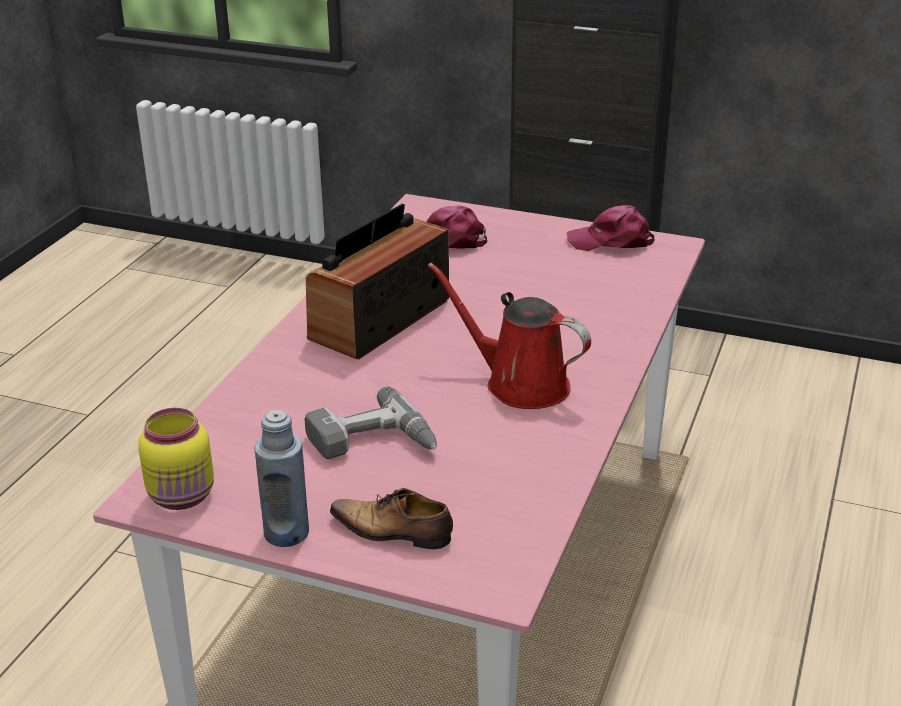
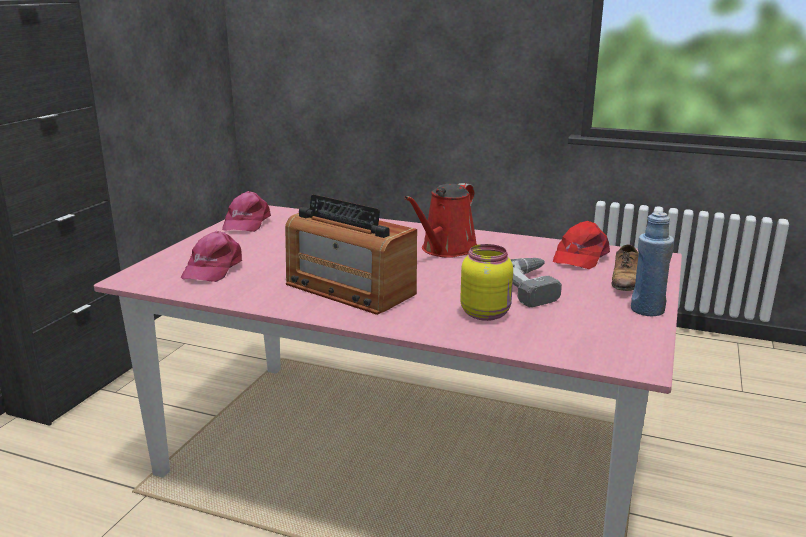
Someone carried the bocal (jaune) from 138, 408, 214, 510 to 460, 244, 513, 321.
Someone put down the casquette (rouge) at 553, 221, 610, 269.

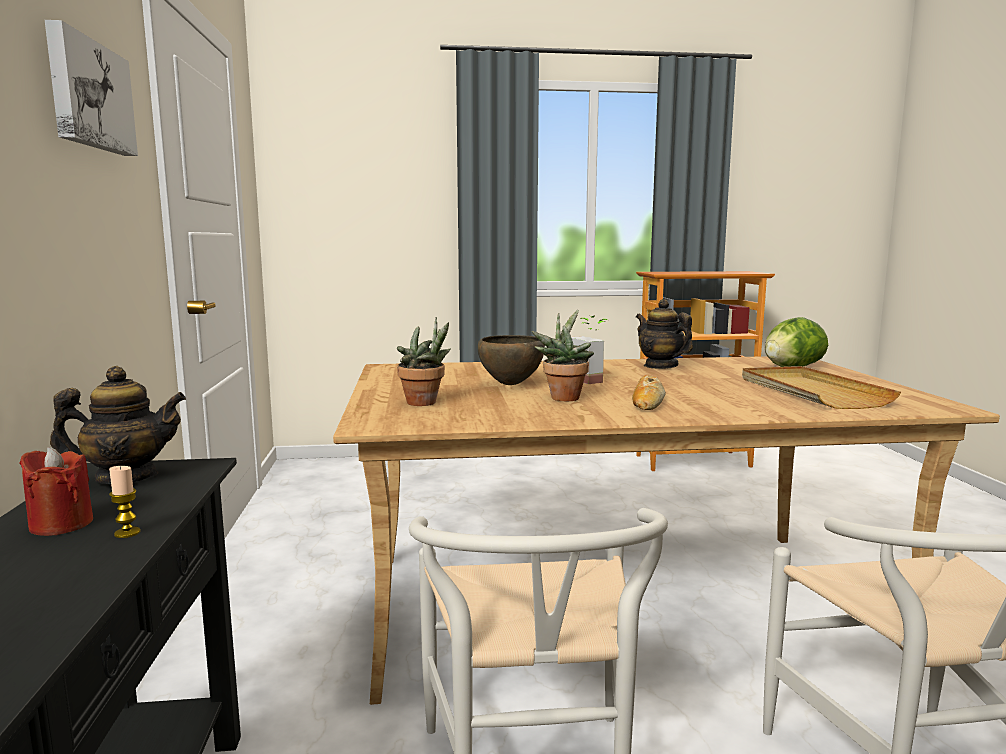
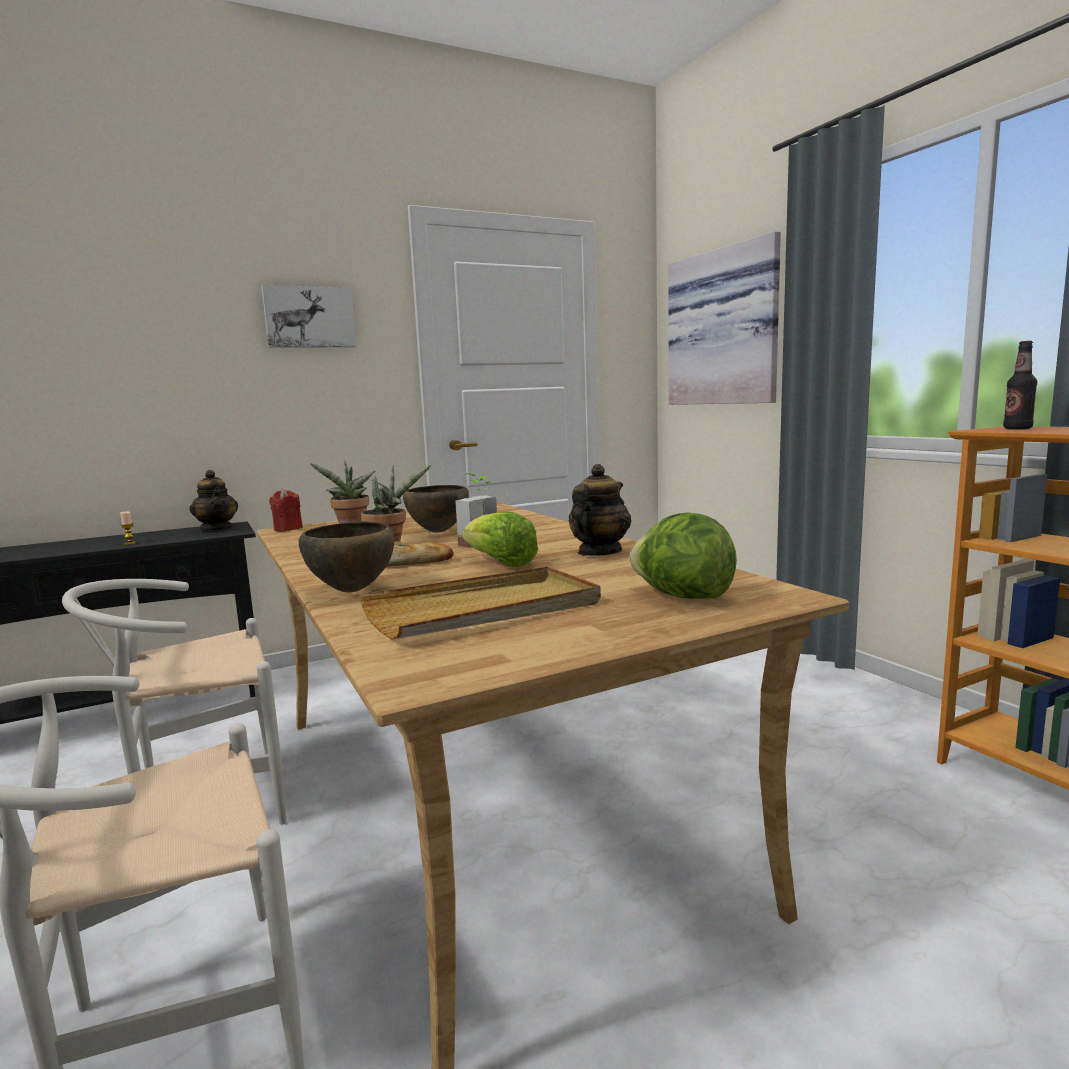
Someone carried the bougie (rouge) from 19, 447, 93, 536 to 269, 489, 303, 531.
Someone put down the bol (marron) at 299, 522, 395, 593.
Someone put down the laitue at 462, 512, 538, 567.
Someone put up the tableau at 668, 231, 781, 405.
Someone put down the bouteille at 1003, 341, 1037, 429.

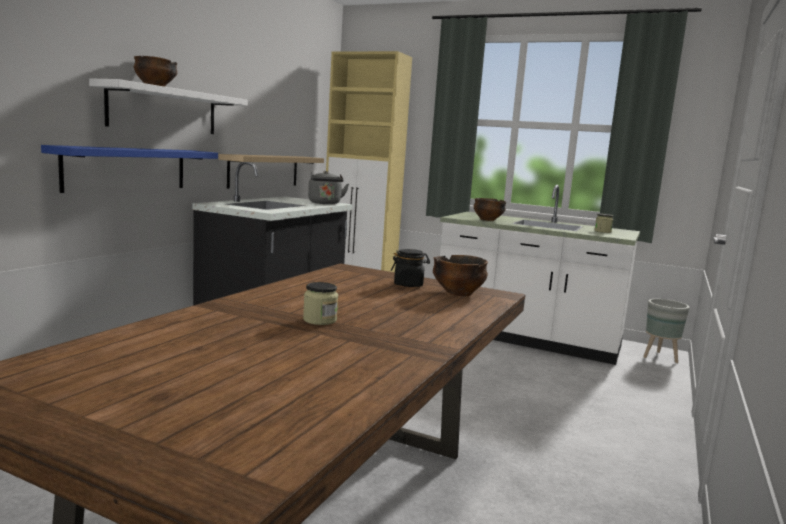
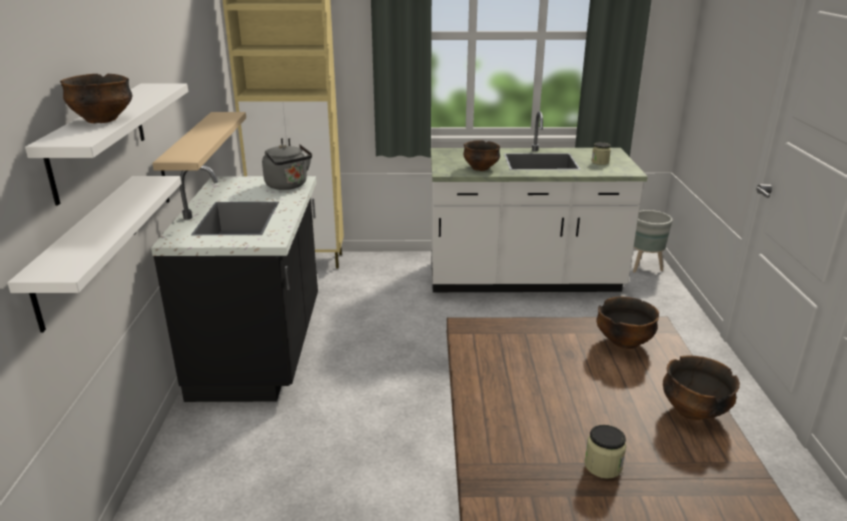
Someone repainted the étagère (bleu) at 41, 145, 218, 193, which became the étagère (blanc) at 7, 176, 181, 333.
Someone took away the bocal (noir) at 391, 249, 430, 287.
Someone put down the bol at 663, 356, 740, 420.

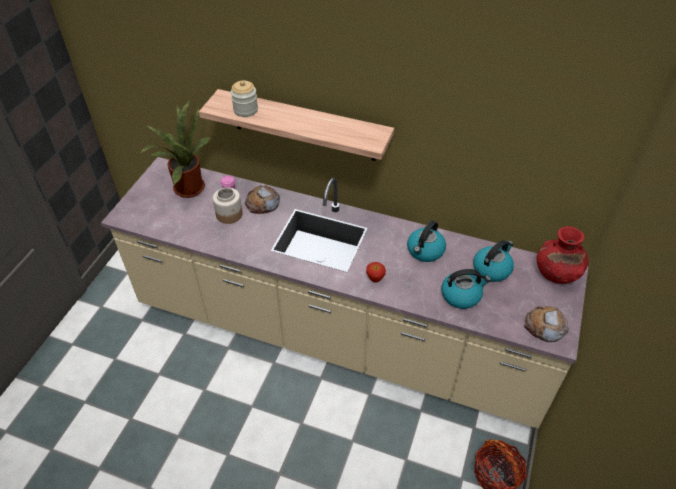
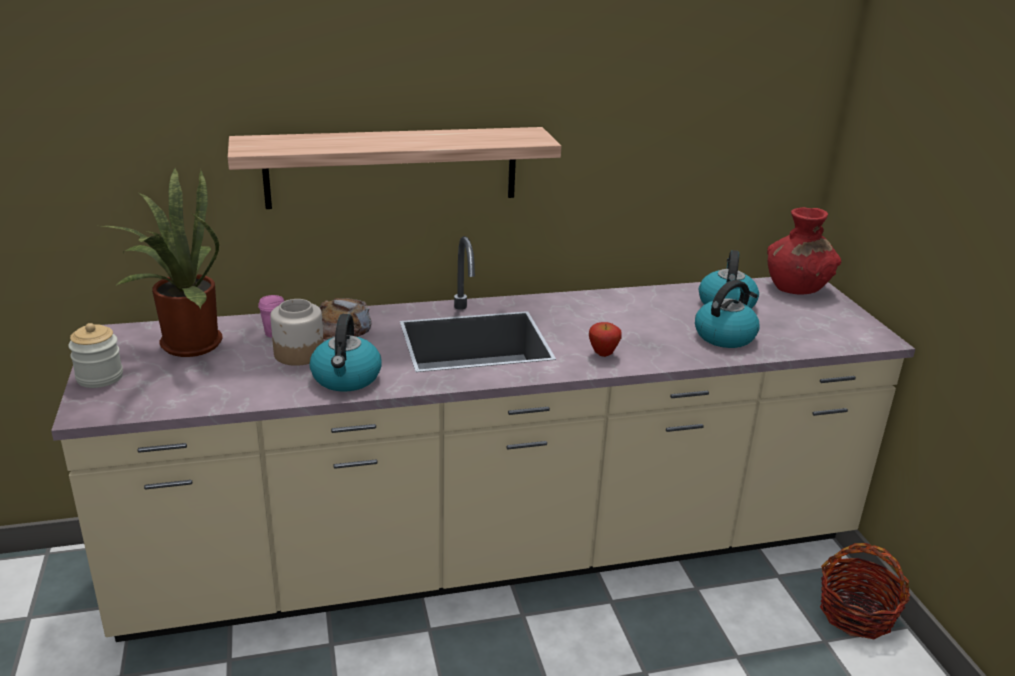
Someone carried the bocal from 231, 81, 258, 117 to 68, 323, 123, 388.
Someone carried the bouilloire from 407, 221, 446, 262 to 310, 314, 382, 392.
Someone took away the pain at 524, 306, 569, 342.

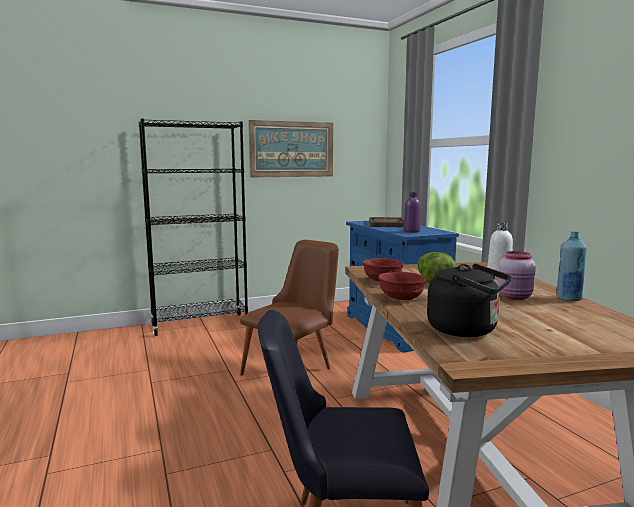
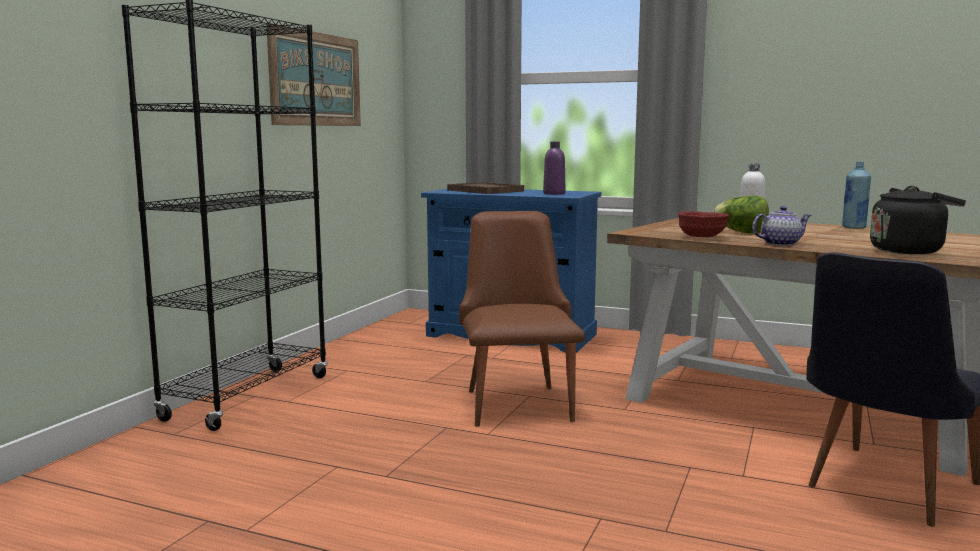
Someone swapped the bol (rouge) at 378, 272, 426, 300 for the théière at 752, 206, 811, 246.
Someone took away the bocal (rose) at 498, 251, 536, 300.

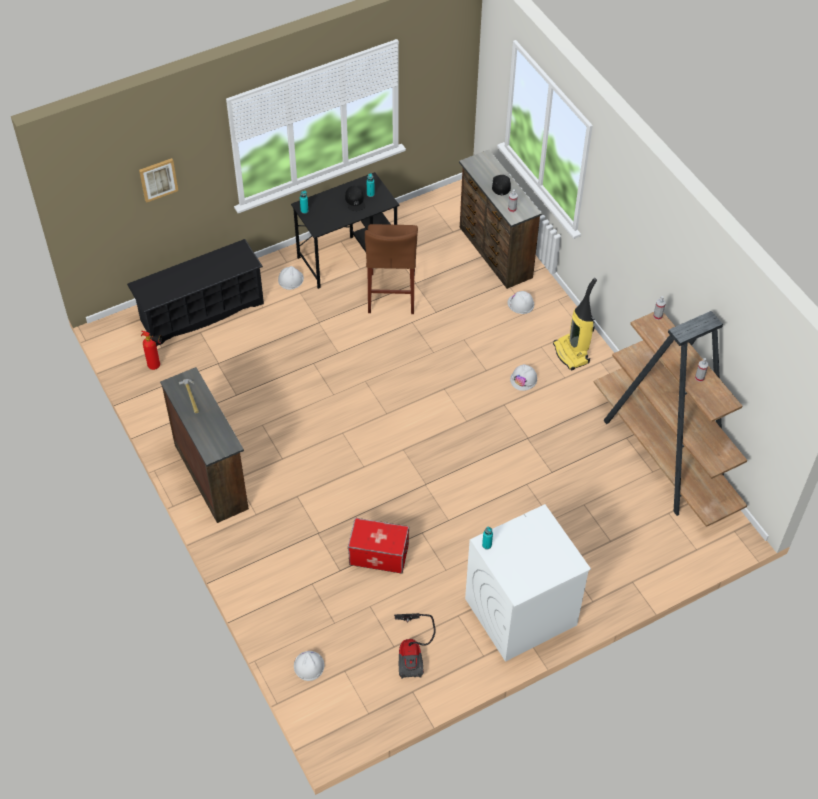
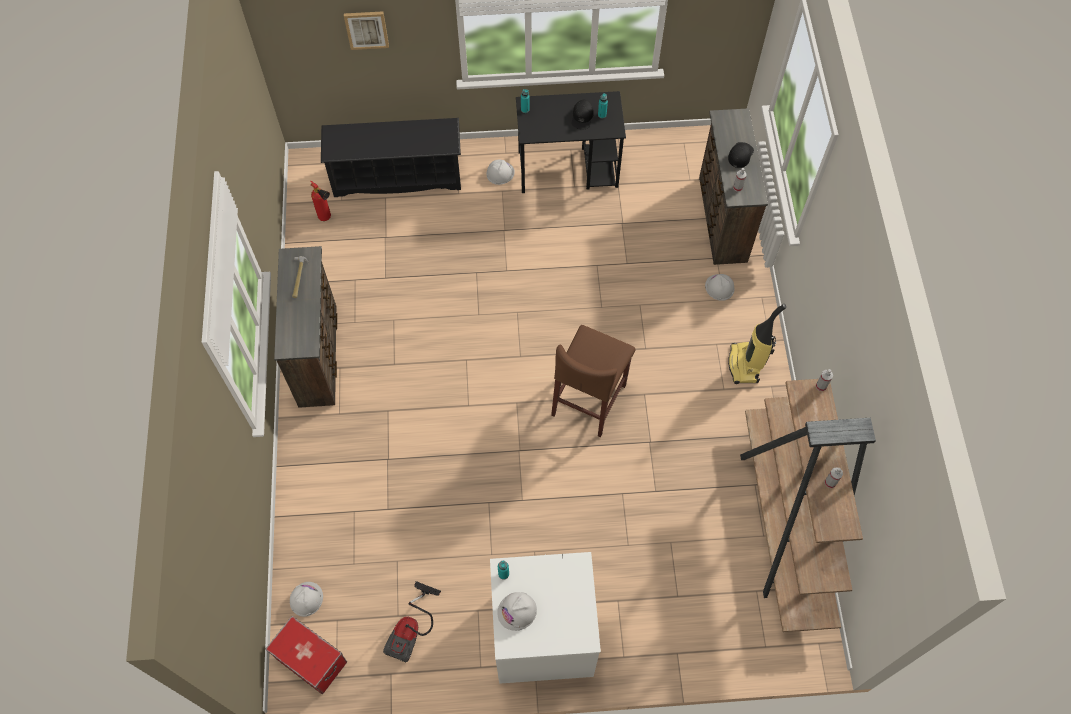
Someone carried the boîte de rangement from 348, 518, 409, 574 to 266, 616, 347, 694.
Someone carried the tabouret (marron) from 365, 224, 418, 314 to 551, 325, 635, 437.
Someone carried the casque de chantier (blanc) from 510, 364, 537, 391 to 497, 592, 537, 631.

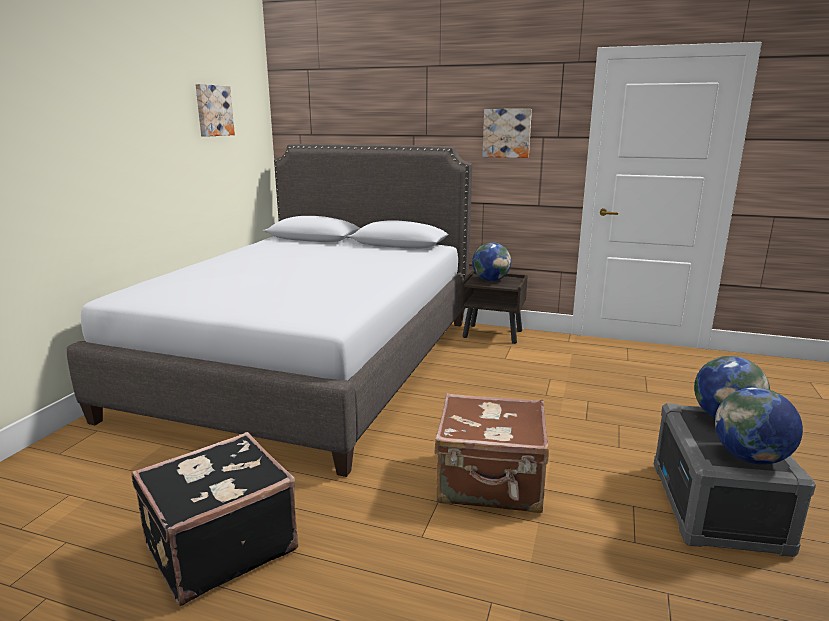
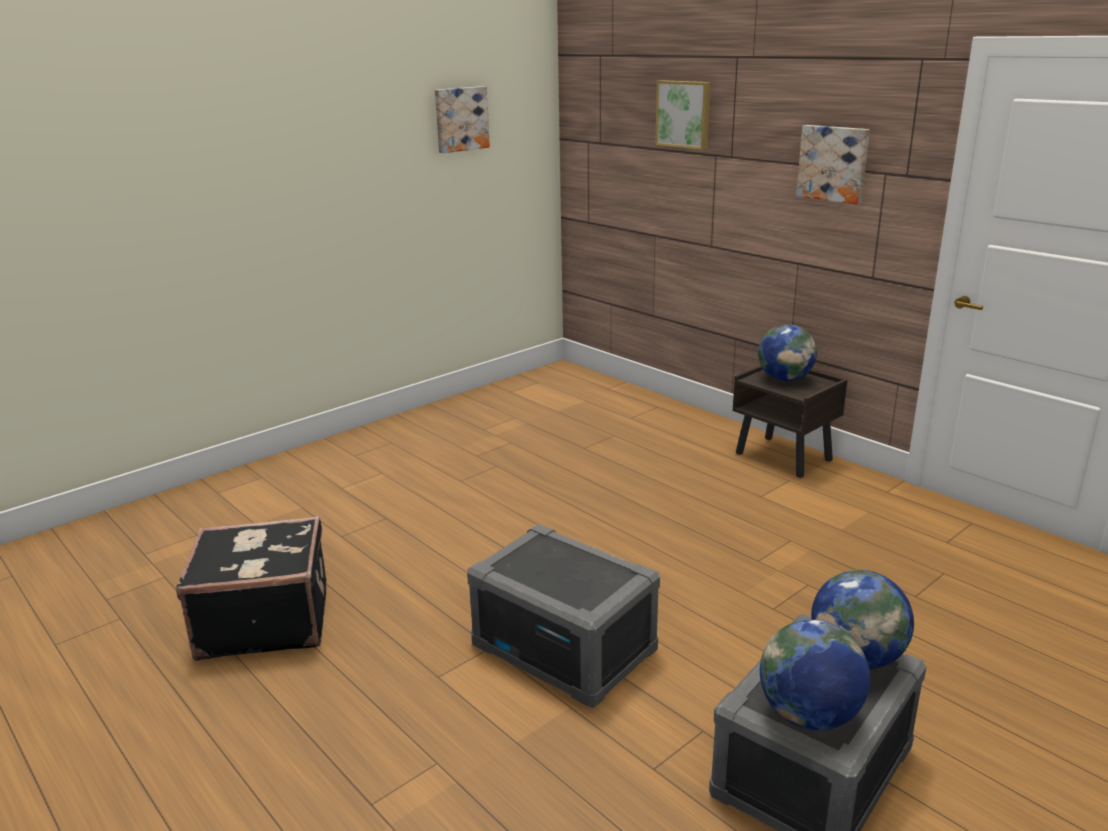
Someone took away the lit (gris) at 67, 144, 472, 477.
Someone swapped the valise (marron) at 435, 393, 549, 513 for the boîte de rangement (gris) at 467, 524, 660, 708.
Someone put up the tableau at 655, 80, 710, 150.

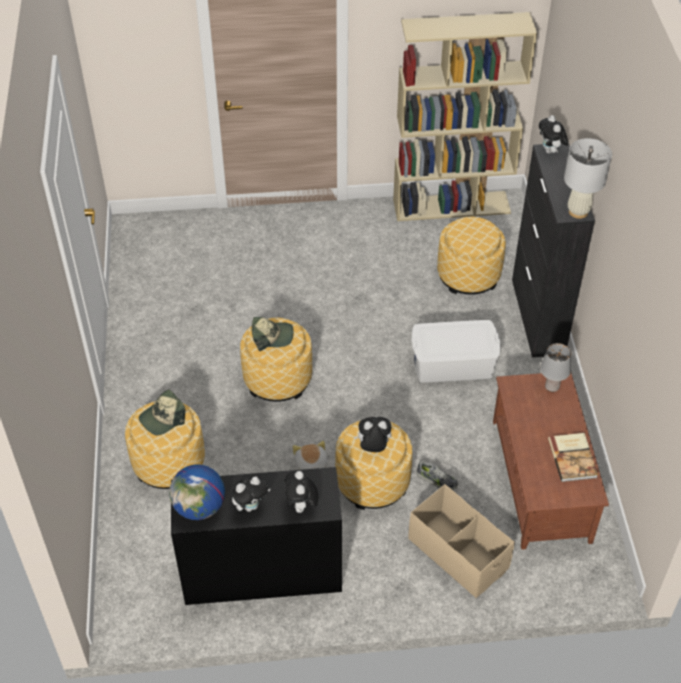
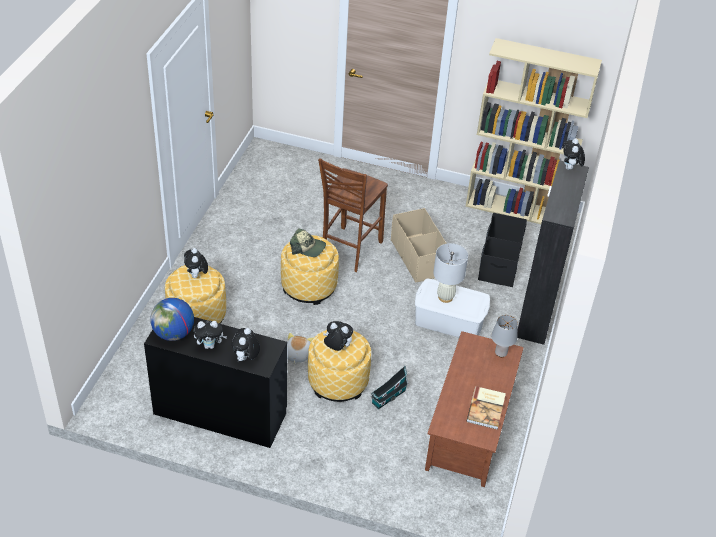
Someone swapped the casquette at 139, 389, 185, 435 for the peluche at 184, 248, 208, 278.
Someone carried the boîte de rangement (beige) from 408, 484, 515, 598 to 391, 208, 449, 283.
Someone swapped the chaussure at 416, 461, 458, 490 for the maison miniature at 370, 366, 409, 409.
Someone swapped the pouf at 437, 217, 506, 295 for the boîte de rangement (noir) at 478, 213, 527, 287.
Someone carried the lampe de table (blanc) from 564, 138, 612, 219 to 433, 243, 468, 303.
Someone put down the chaise (marron) at 318, 158, 388, 272.

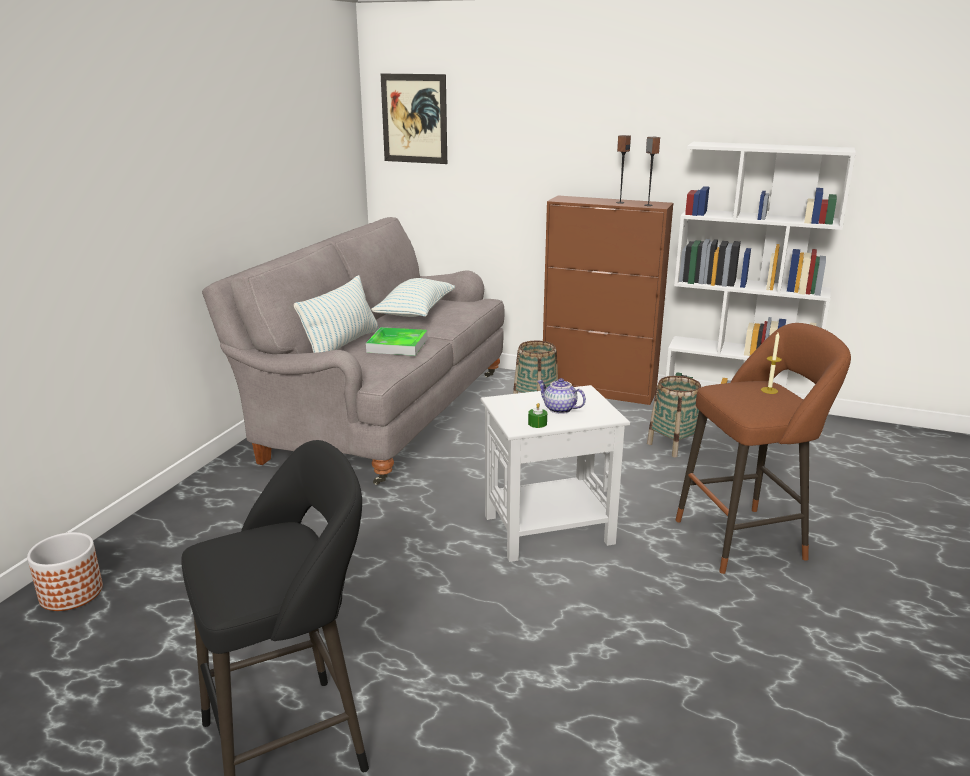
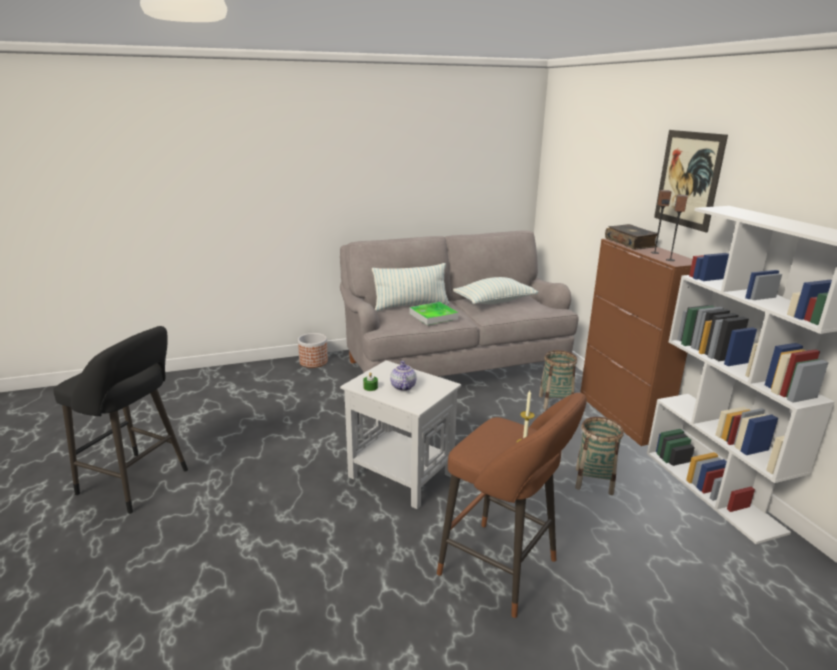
Someone carried the cache-pot from 27, 532, 103, 611 to 298, 333, 328, 368.
Someone carried the tableau from 381, 74, 447, 164 to 654, 130, 728, 233.
Someone put down the livre at 605, 224, 657, 250.

